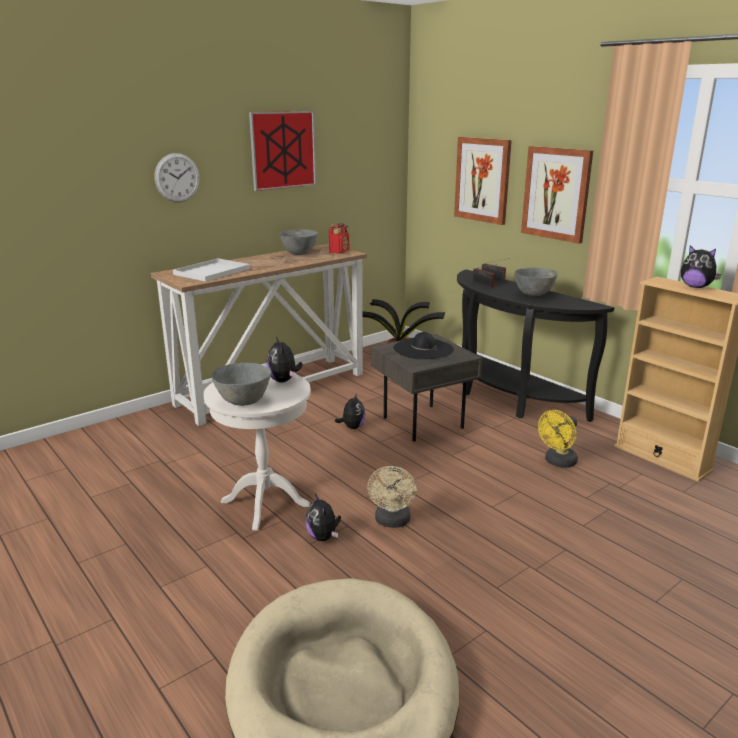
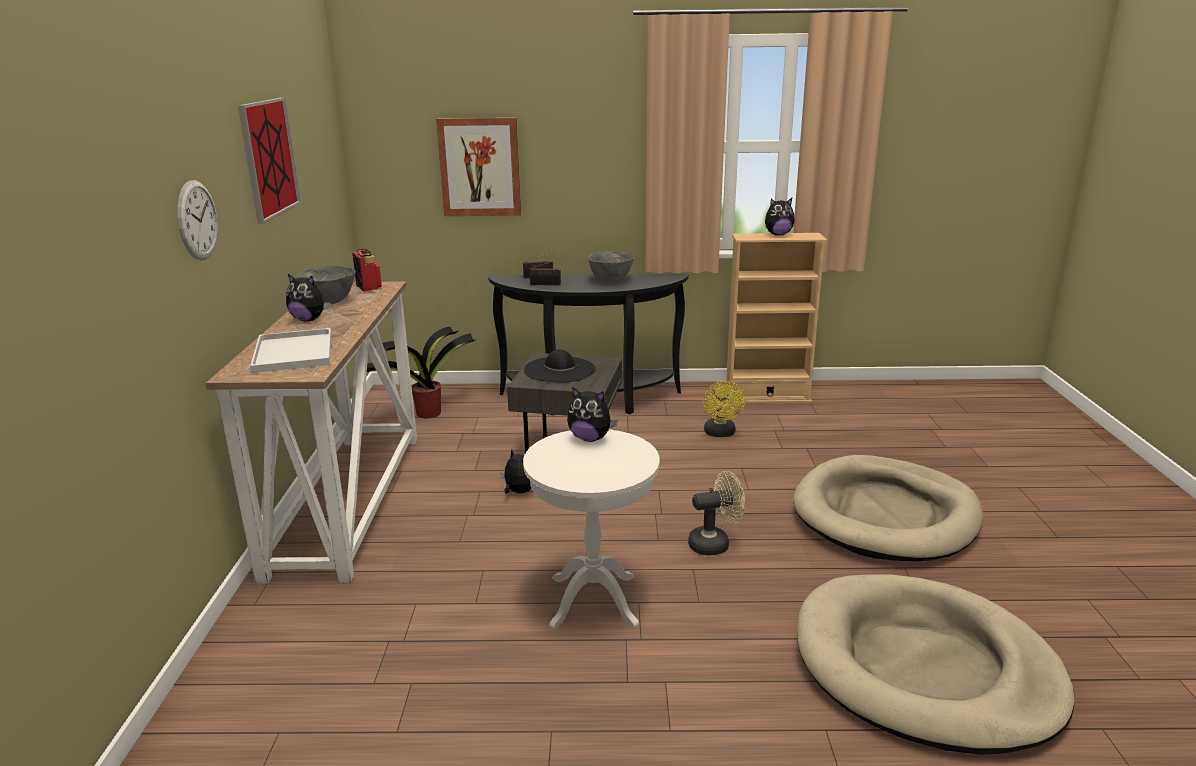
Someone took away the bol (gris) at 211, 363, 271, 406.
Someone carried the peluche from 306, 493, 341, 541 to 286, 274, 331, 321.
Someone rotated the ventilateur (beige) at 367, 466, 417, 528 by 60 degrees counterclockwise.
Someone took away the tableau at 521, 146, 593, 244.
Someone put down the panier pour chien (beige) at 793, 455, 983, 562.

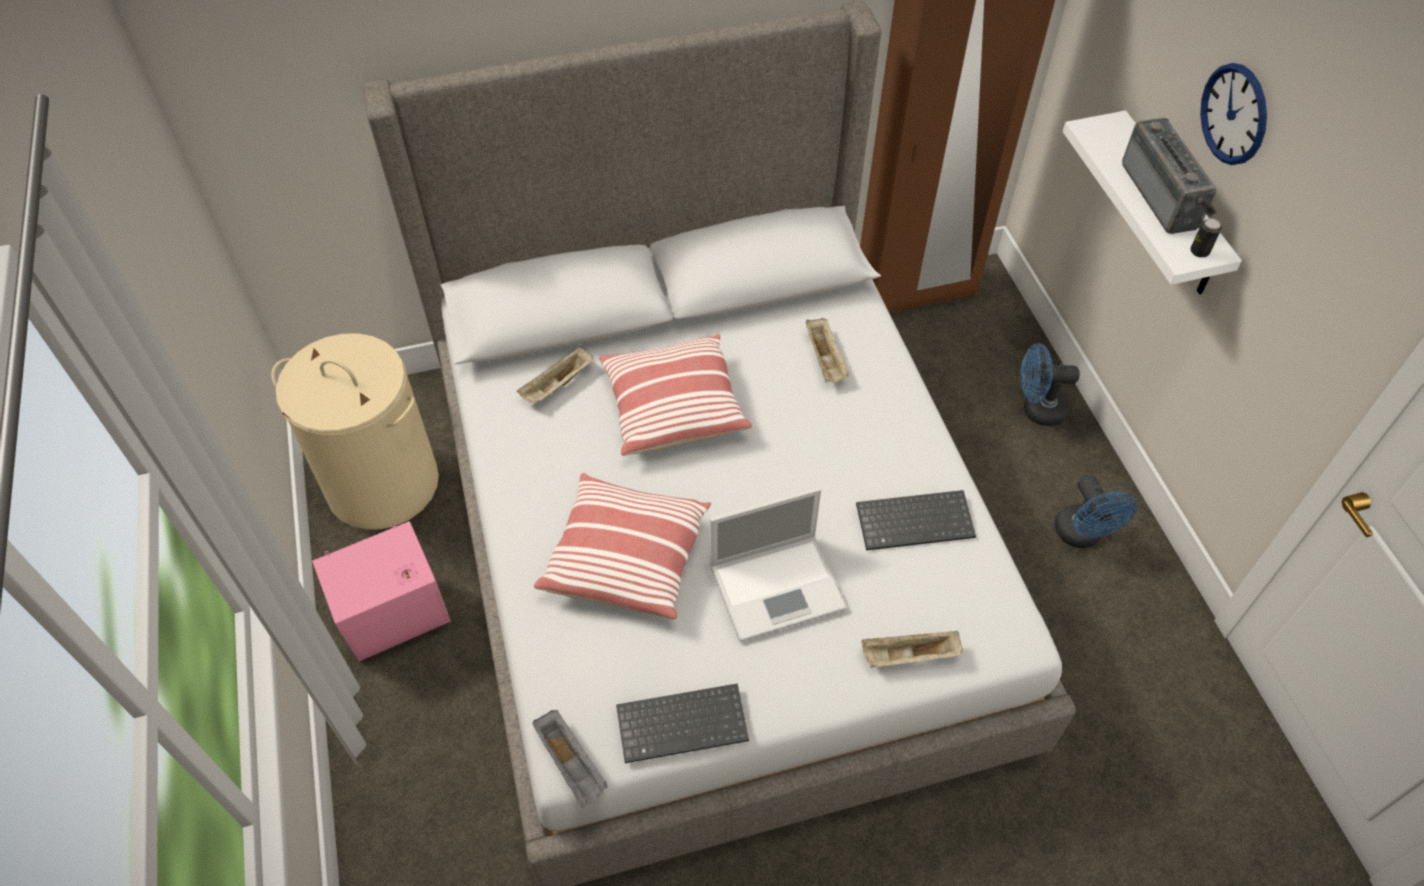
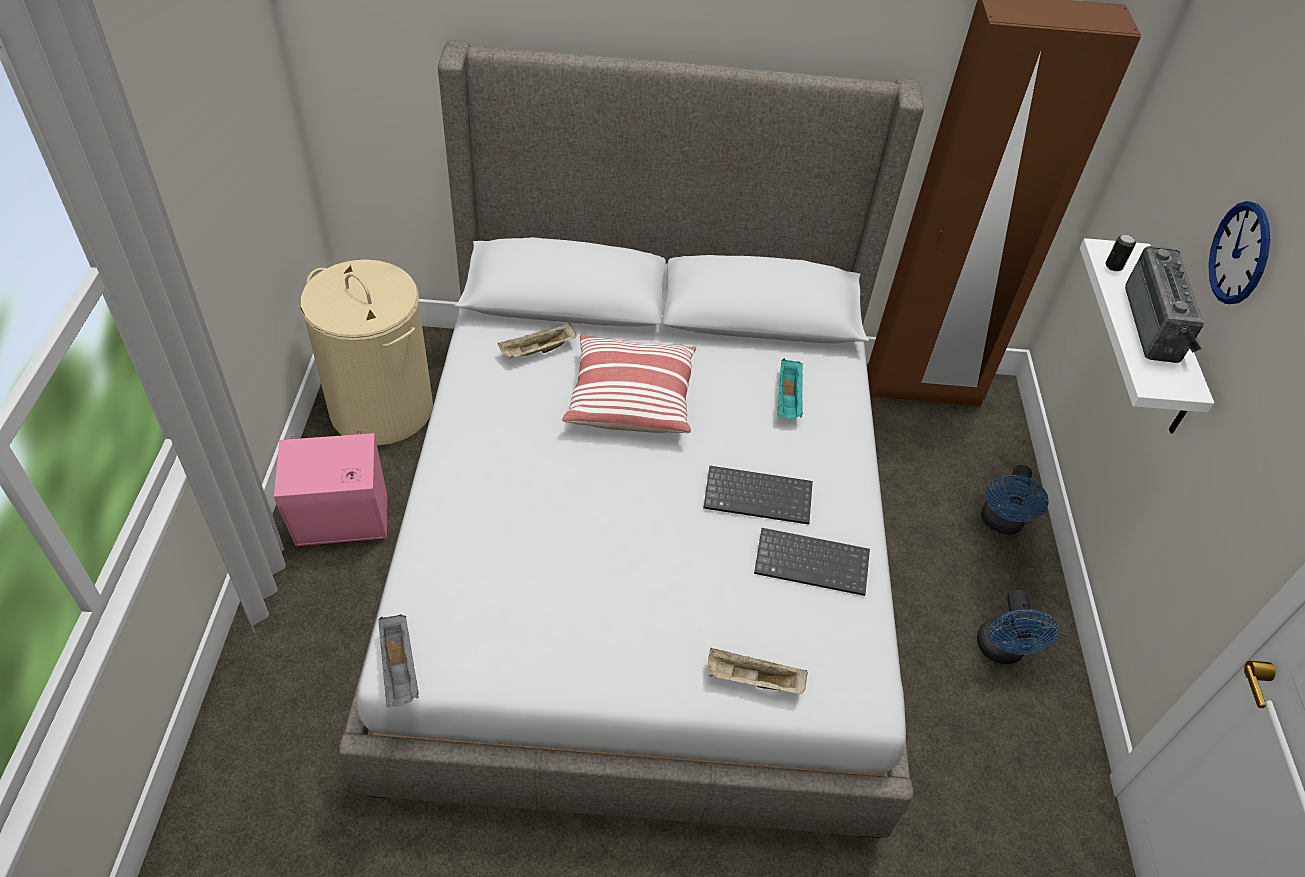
Someone took away the coussin at 534, 473, 711, 620.
Someone carried the clavier from 616, 683, 749, 763 to 703, 466, 813, 525.
Someone took away the ordinateur portable at 710, 487, 847, 642.
Someone repainted the plateau (beige) at 806, 318, 849, 382, which became the plateau (turquoise) at 777, 358, 803, 419.
Someone rotated the ventilateur (bleu) at 1020, 343, 1080, 426 by 90 degrees counterclockwise.
Someone carried the boîte métallique from 1190, 218, 1222, 258 to 1105, 234, 1136, 271.

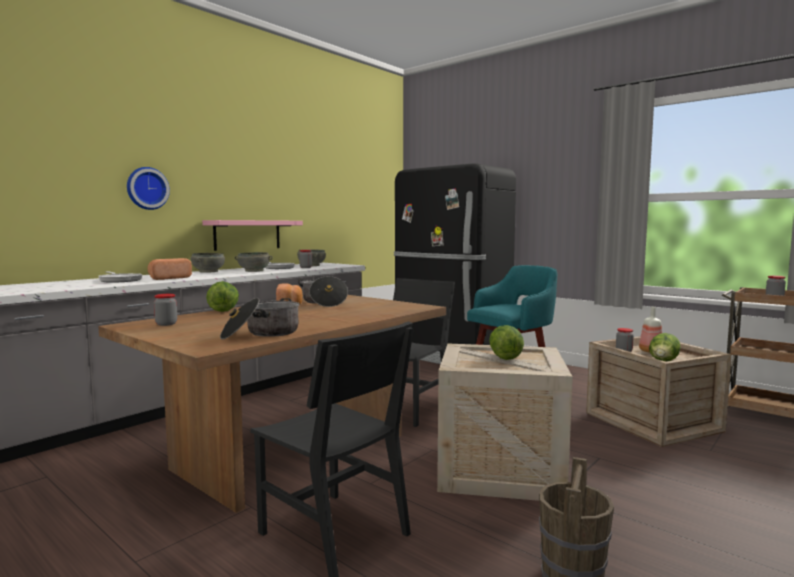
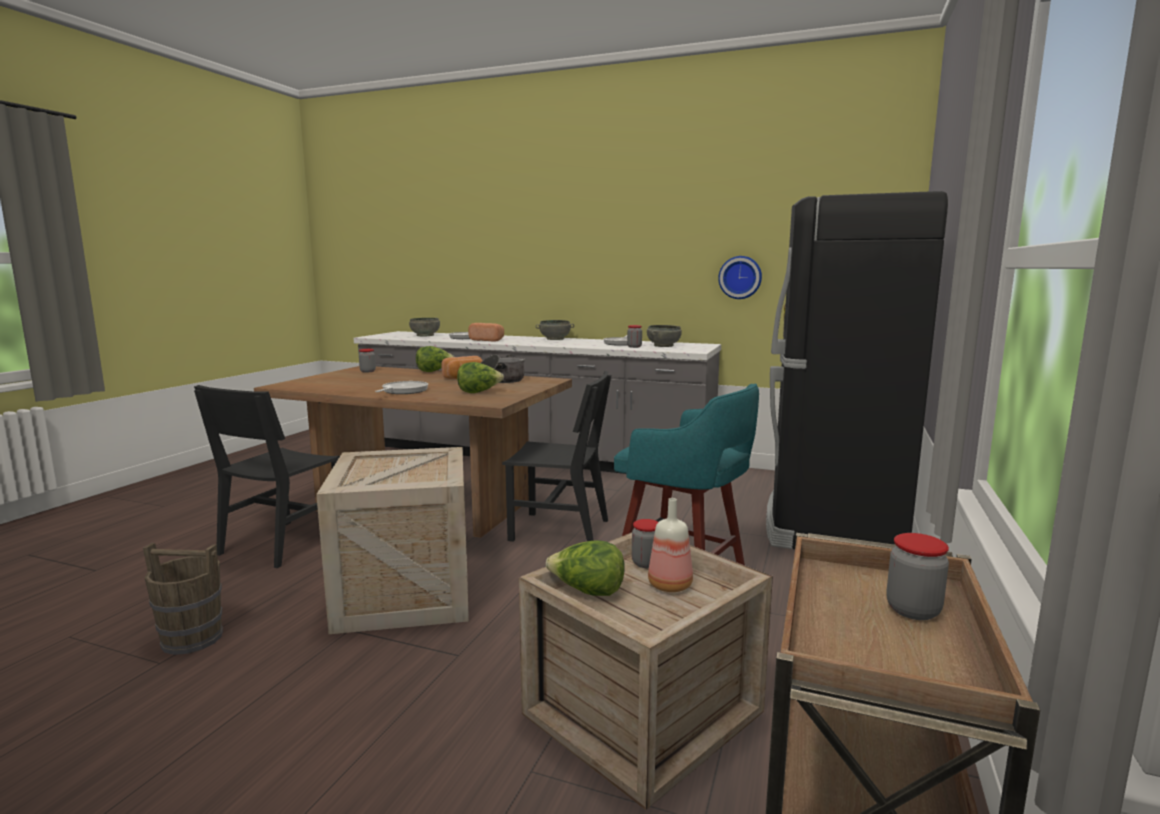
Someone carried the horloge murale from 127, 167, 170, 210 to 718, 256, 762, 299.
Someone took away the étagère (rose) at 202, 220, 303, 251.
Someone took away the marmite at 220, 298, 300, 339.
Someone carried the bol (gris) from 235, 252, 273, 272 to 409, 318, 440, 336.
Someone carried the laitue from 489, 325, 524, 360 to 457, 362, 504, 393.
Someone put down the poêle at 375, 381, 428, 394.

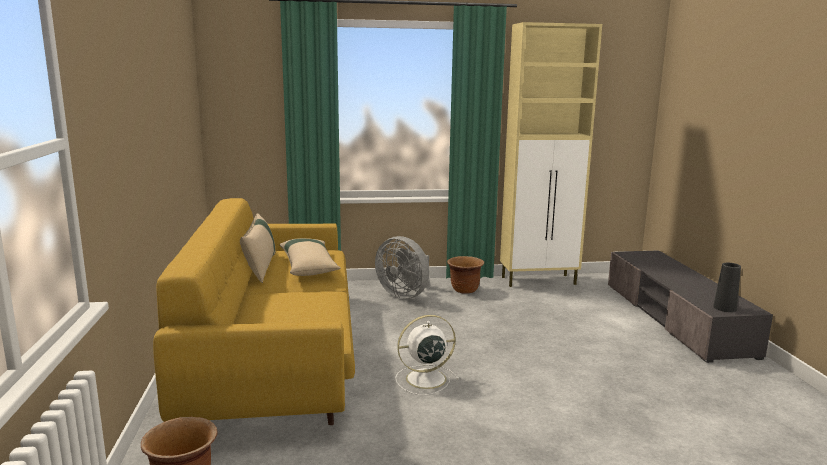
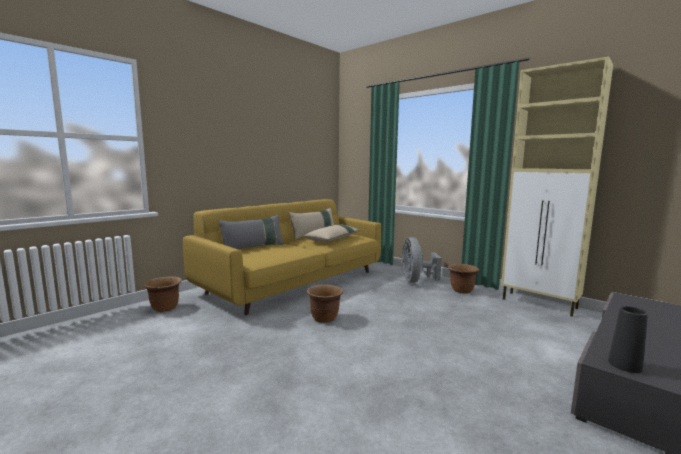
Someone swapped the ventilateur (blanc) at 395, 315, 459, 395 for the cache-pot (marron) at 307, 284, 343, 323.
Someone put down the coussin (gris) at 218, 215, 284, 249.

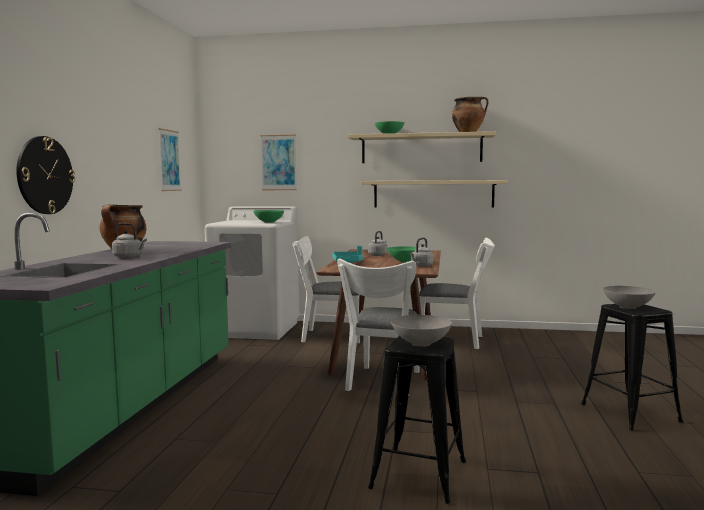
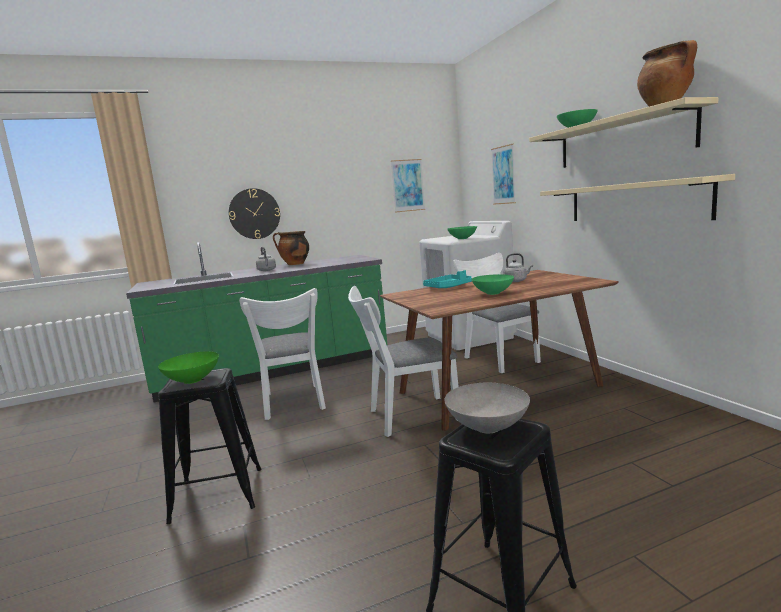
Someone repainted the bol (gris) at 391, 315, 452, 347, which became the bol (vert) at 158, 352, 219, 384.
Someone took away the bouilloire (gris) at 410, 238, 434, 267.
Someone carried the chaise (blanc) from 419, 238, 495, 349 to 239, 288, 326, 420.

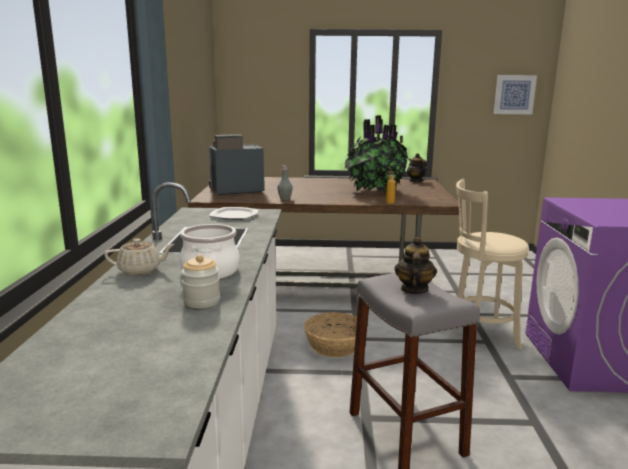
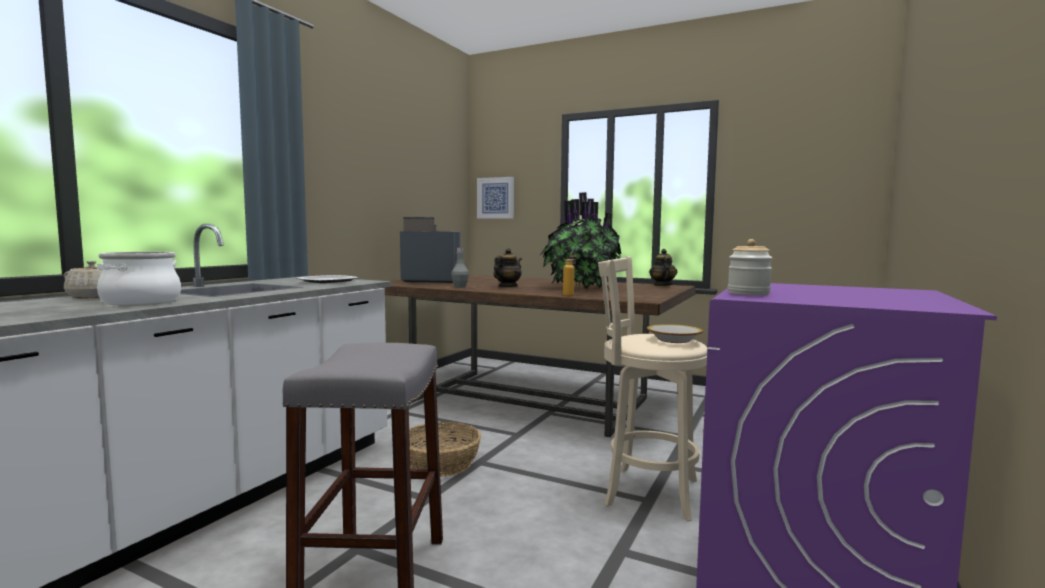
Someone carried the bocal from 181, 255, 220, 308 to 728, 239, 772, 295.
Someone carried the théière from 395, 237, 437, 294 to 494, 248, 522, 287.
Someone carried the tableau from 494, 75, 537, 114 to 477, 177, 514, 219.
Someone put down the bol at 647, 324, 703, 343.

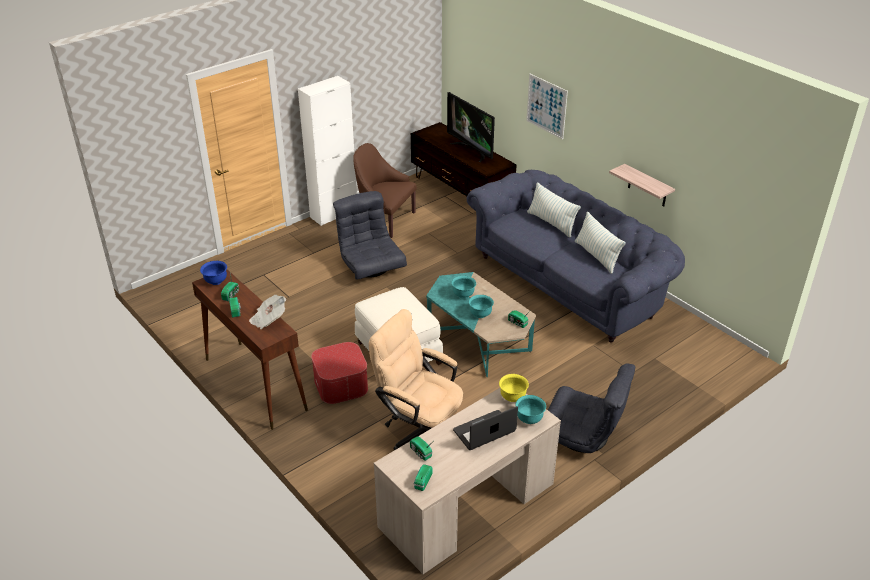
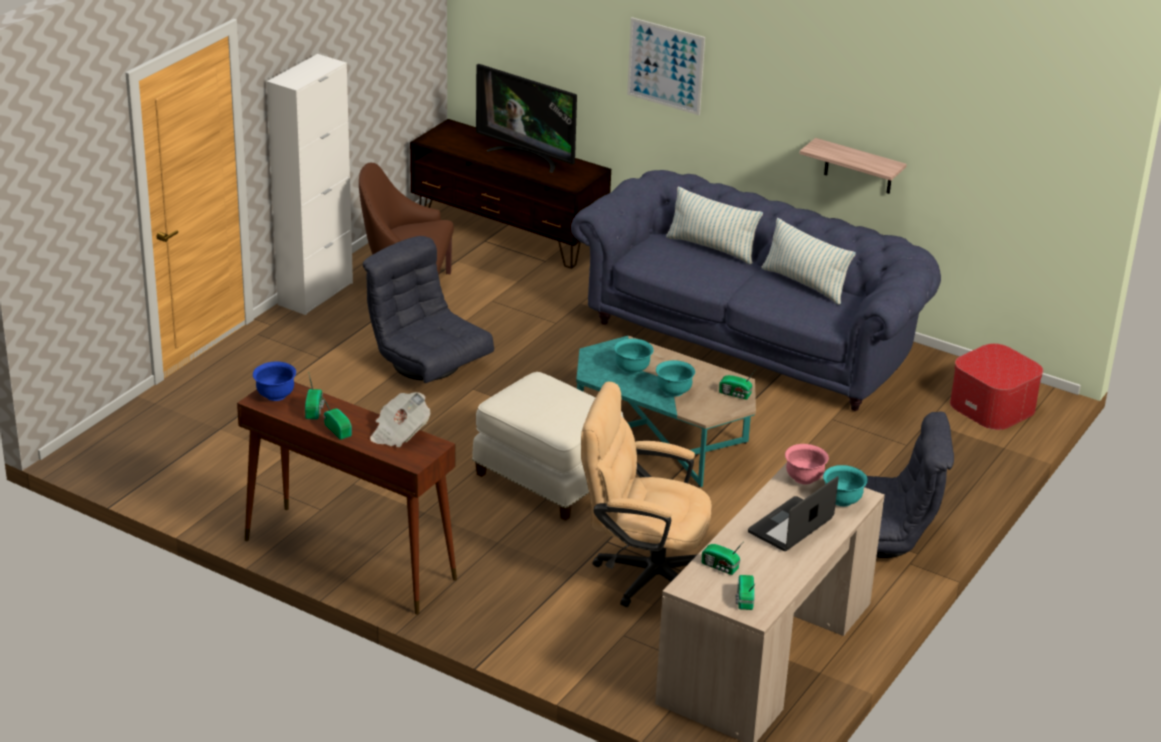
Someone carried the pouf from 311, 342, 368, 404 to 950, 344, 1043, 430.
Someone repainted the bol (jaune) at 499, 374, 529, 402, which became the bol (rose) at 785, 444, 829, 484.

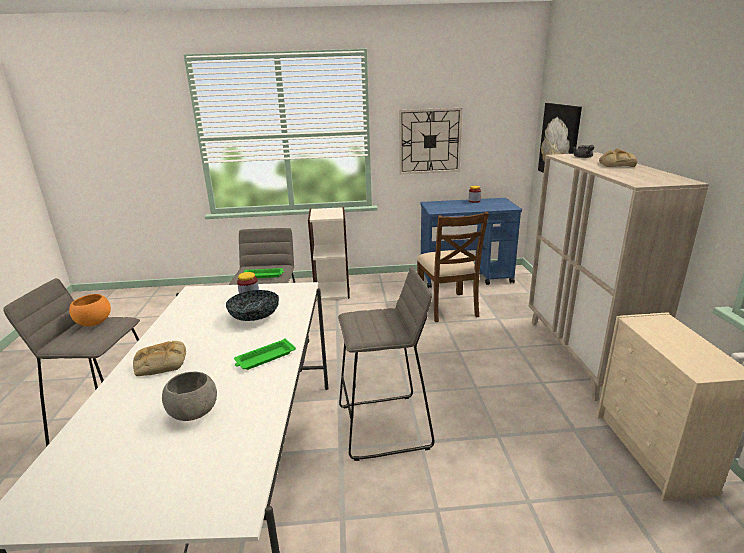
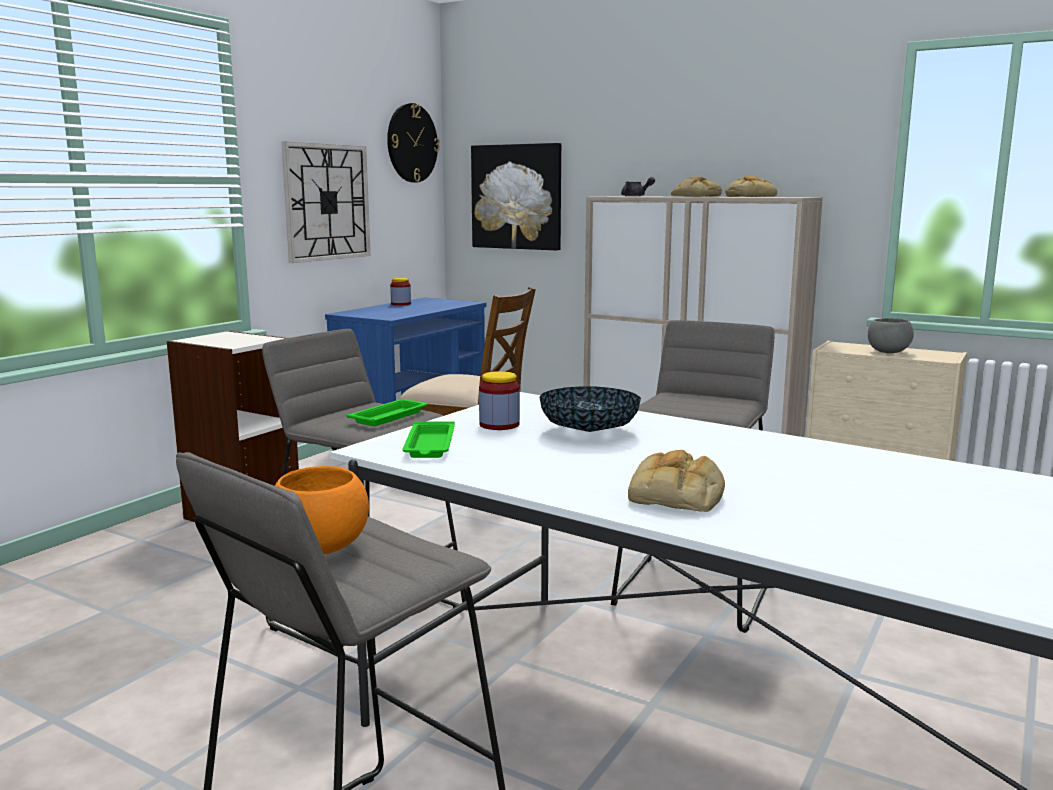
Someone carried the bol (gris) from 162, 372, 217, 421 to 868, 318, 914, 353.
Someone carried the plateau (vert) from 234, 338, 296, 370 to 403, 421, 455, 458.
Someone put up the horloge murale at 387, 103, 440, 183.
Someone put down the pain at 725, 176, 777, 197.

